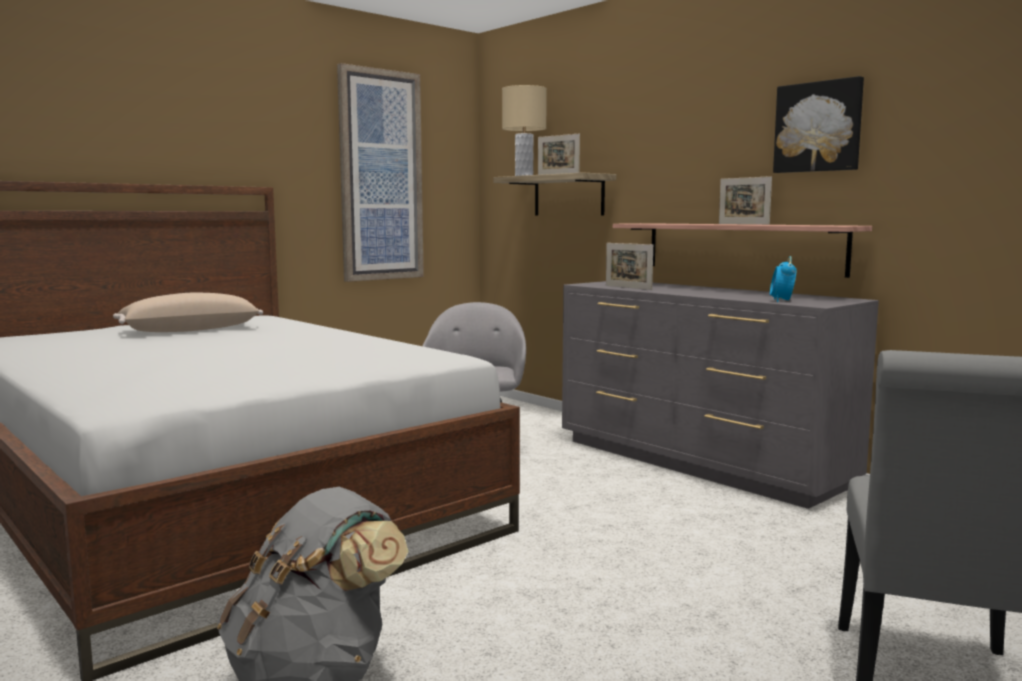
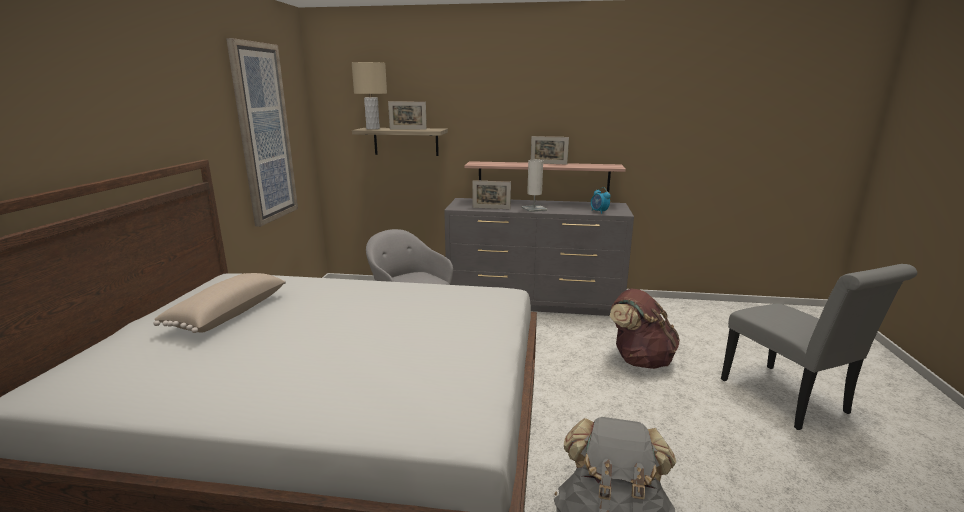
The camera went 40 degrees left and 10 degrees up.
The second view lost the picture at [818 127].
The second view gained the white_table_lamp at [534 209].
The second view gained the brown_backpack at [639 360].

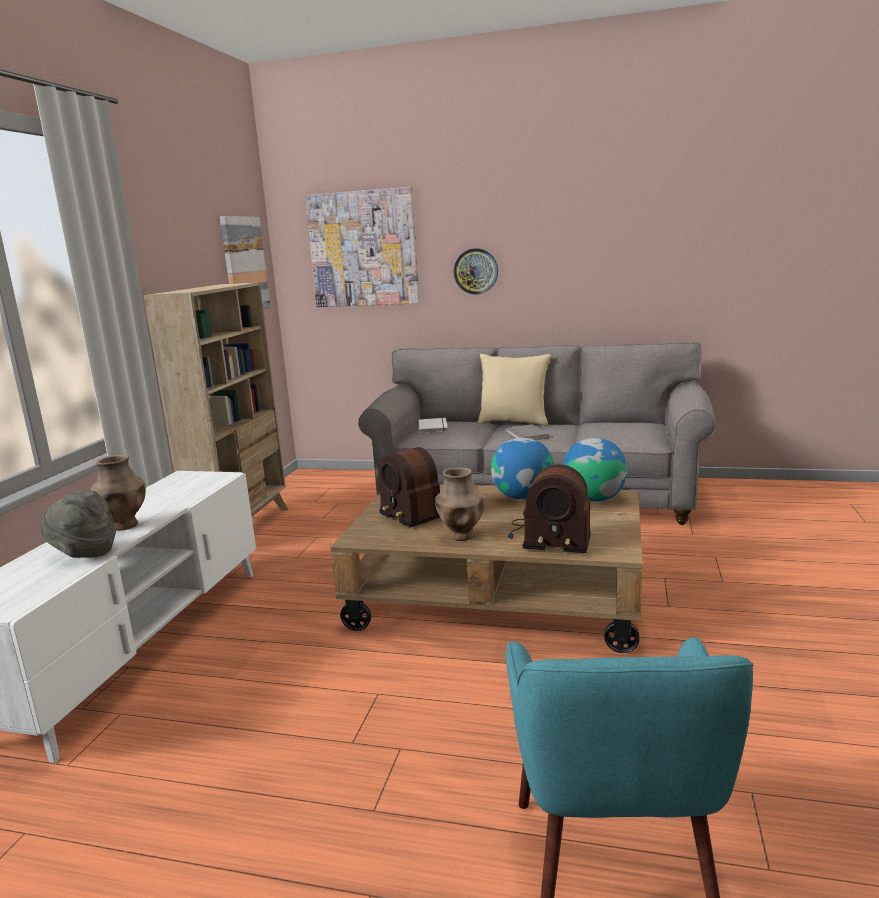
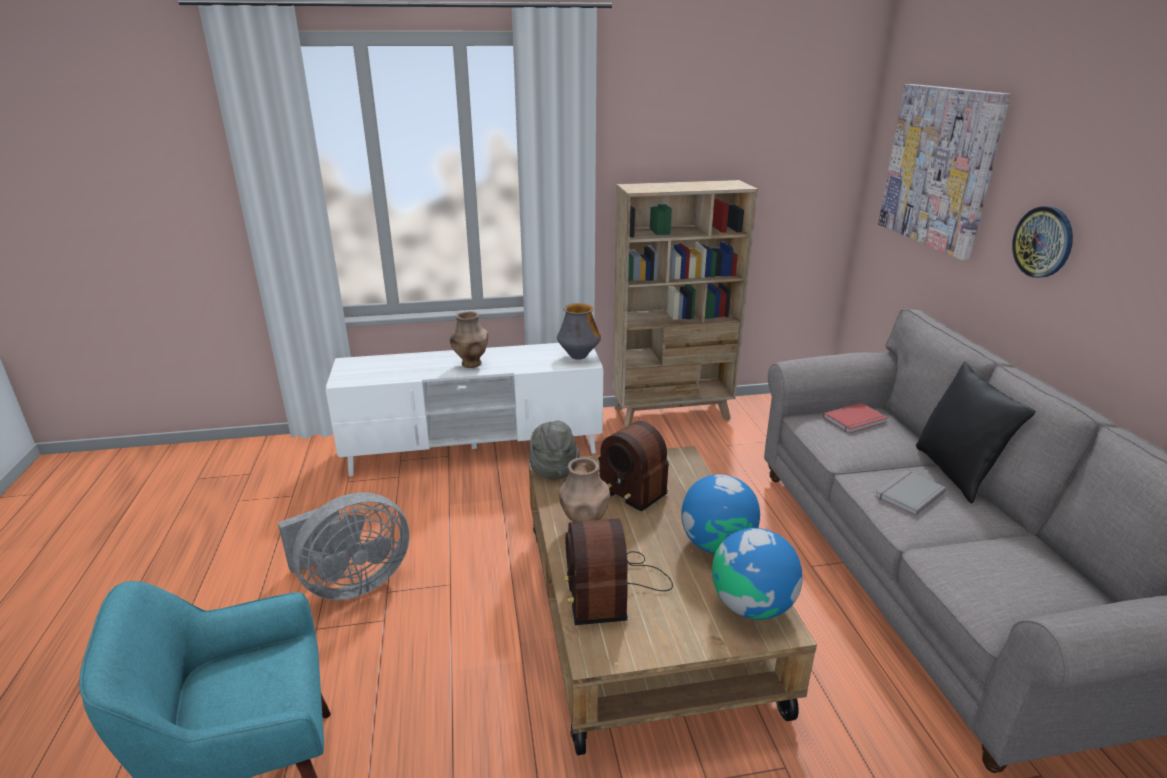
The camera went 65 degrees right and 10 degrees up.
The second view lost the picture at [244 264].
The second view gained the grey_fan at [351 583].
The second view gained the vase at [578 356].
The grey_hat ended up elsewhere, having gone from [84 553] to [553 468].
What was the white_book at [434 427] turned into the red_book at [856 420].
What was the beige_pillow at [514 422] turned into the black_pillow at [955 472].
The radio at [416 510] ended up facing another way, 75 degrees counterclockwise from before.

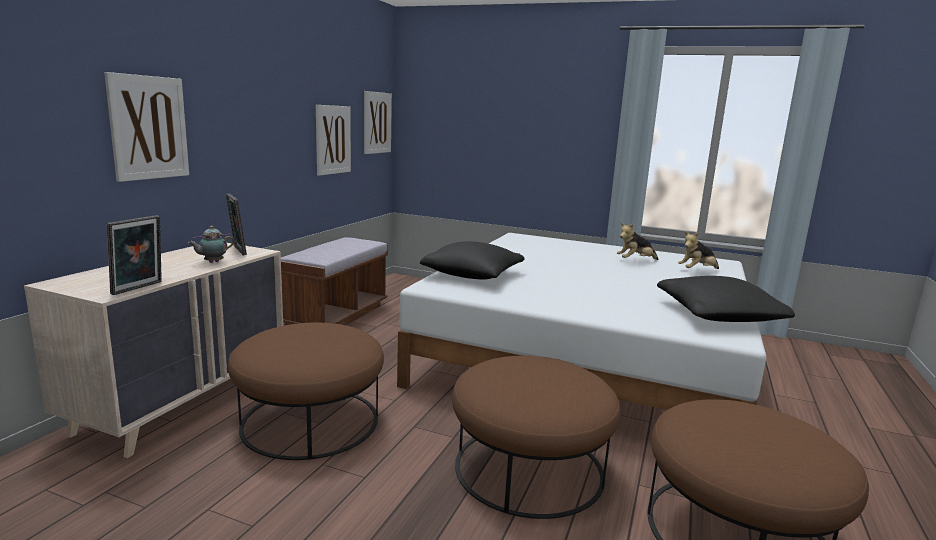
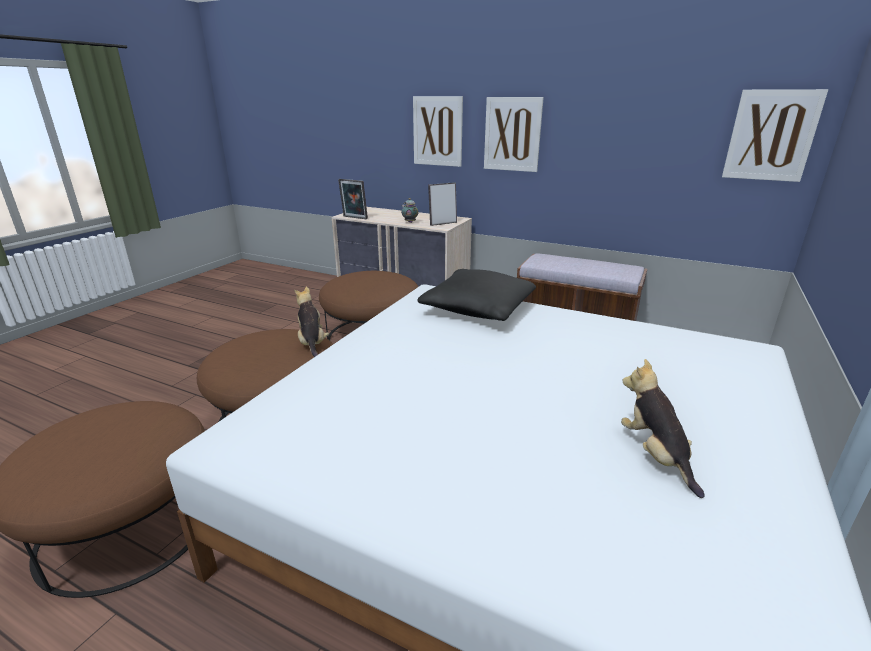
The camera went 95 degrees right and 10 degrees up.
The second view lost the black_pillow at [718 315].
The picture ended up elsewhere, having gone from [333 139] to [512 134].
The plush_toy ended up elsewhere, having gone from [697 270] to [312 343].

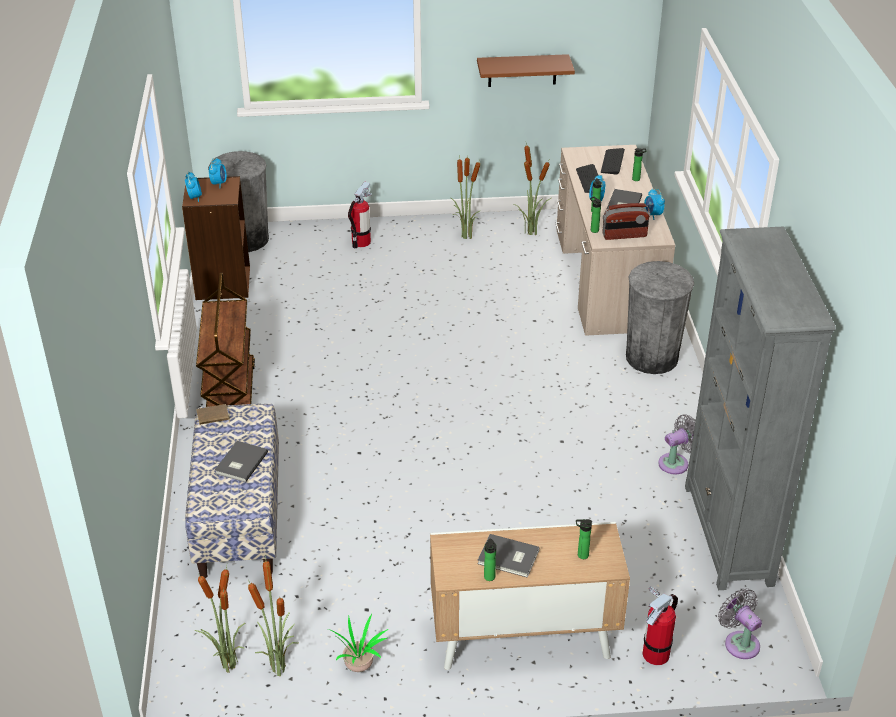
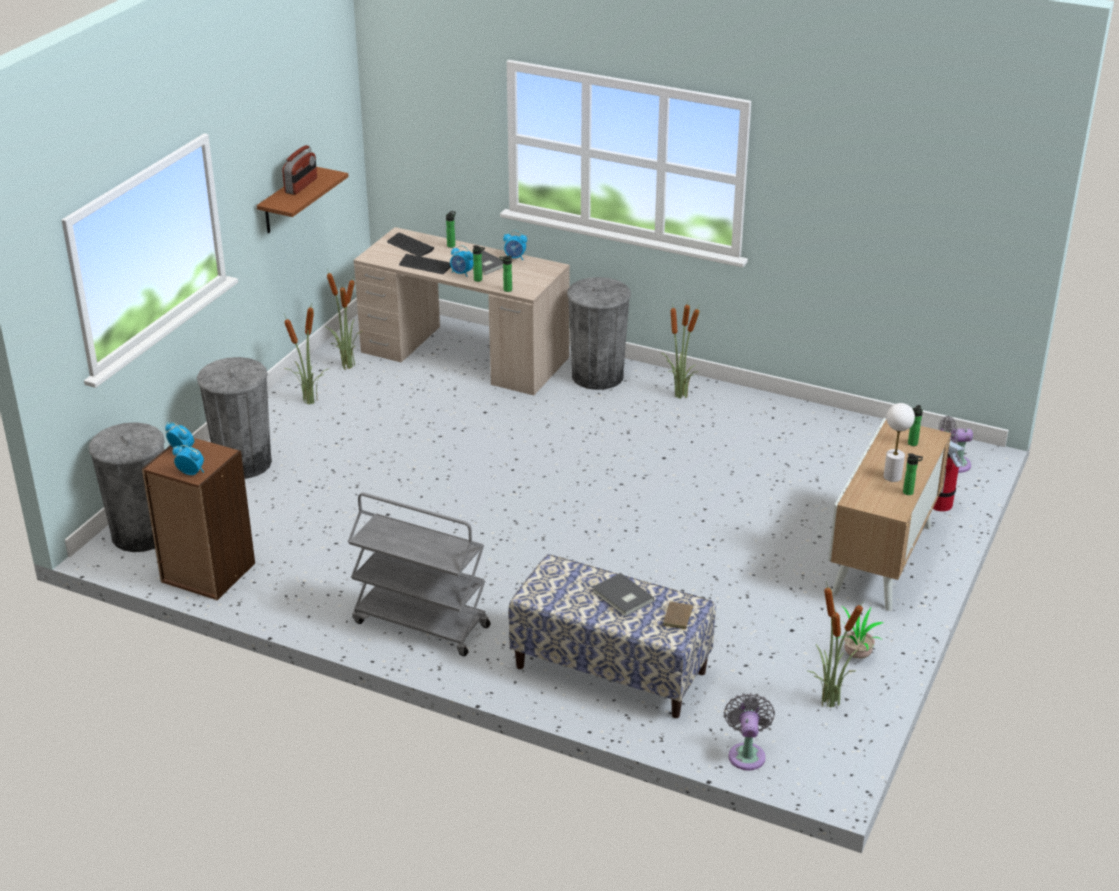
The camera went 60 degrees left and 5 degrees down.
The second view lost the grey_bookcase at [728 535].
The potted_plant ended up elsewhere, having gone from [227 665] to [679 396].
The brown_book ended up elsewhere, having gone from [213 417] to [679 617].
The radio ended up elsewhere, having gone from [624 235] to [301 186].
The grey_fan ended up elsewhere, having gone from [676 463] to [746 753].
Where the fire_extinguisher stood at [361 242], the grey_trash_can came to stand at [243 463].
Where the grey_book stood at [508 558], the white_table_lamp came to stand at [892 477].
What was the brown_cart at [230 399] turned into the grey_cart at [420 624].

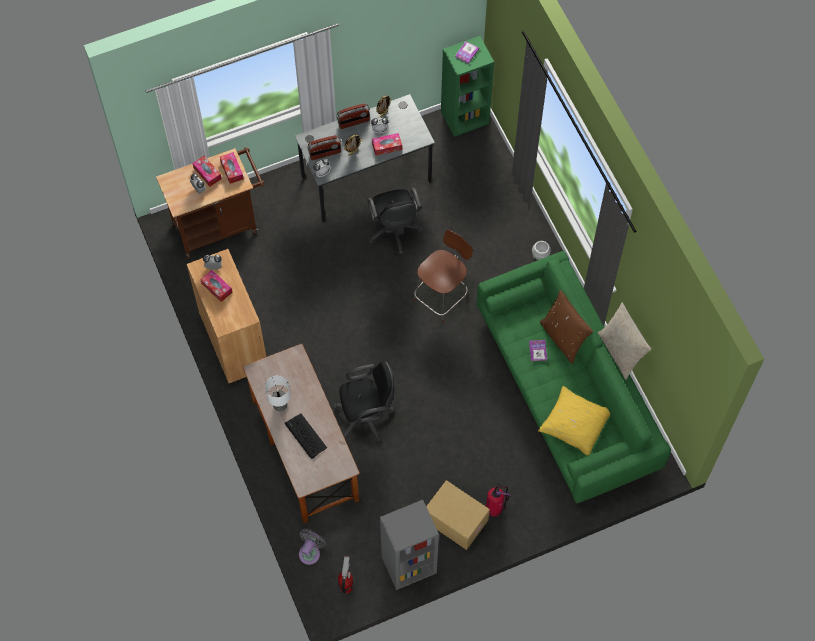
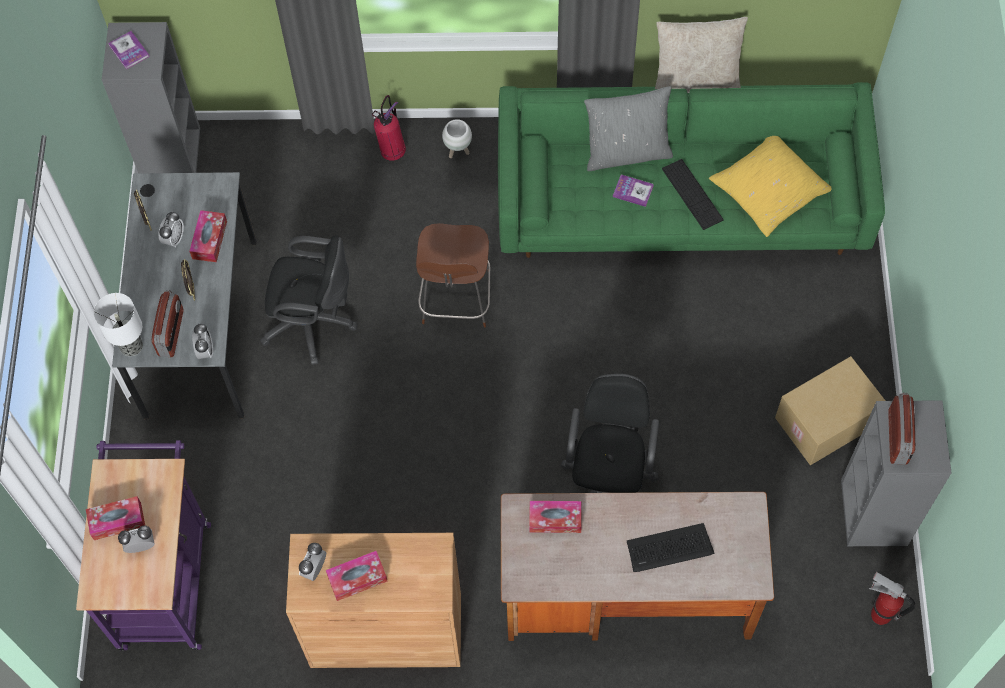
The camera went 65 degrees left and 0 degrees up.
The second view lost the grey_fan at [310 552].
The second view gained the keyboard at [692 194].
The tissue_box ended up elsewhere, having gone from [232 170] to [555 519].
The table_lamp ended up elsewhere, having gone from [280 405] to [130 346].
The radio ended up elsewhere, having gone from [353 122] to [898 437].
The fire_extinguisher ended up elsewhere, having gone from [495 508] to [392 150].
What was the brown_cart at [220 225] turned into the purple_cart at [165 576].
What was the green_bookcase at [465 117] turned into the grey_bookcase at [170 153].
What was the brown_pillow at [563 338] turned into the grey_pillow at [627 152].
The brown_chair at [442 296] ended up facing another way, 150 degrees counterclockwise from before.

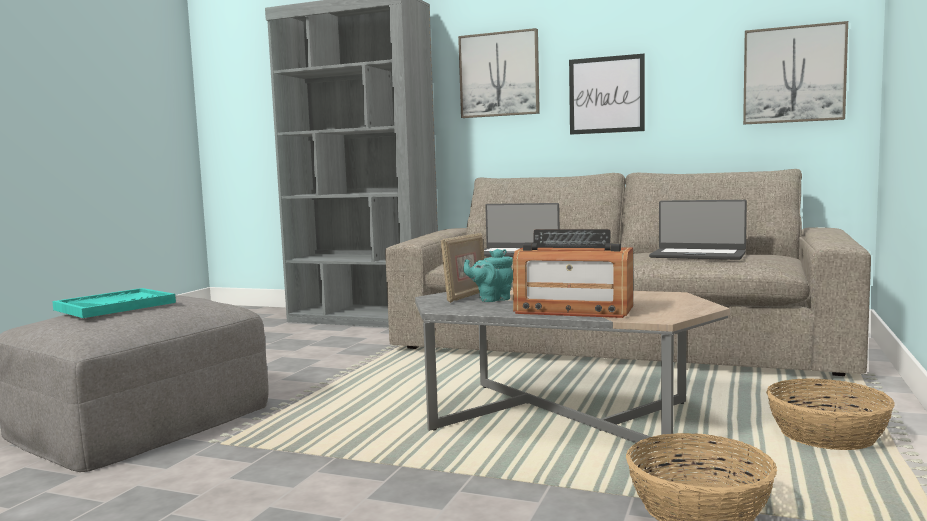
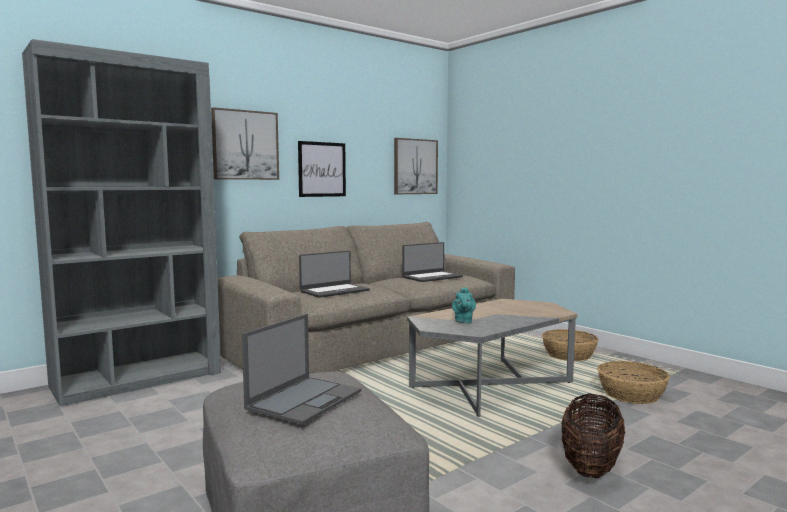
The camera went 60 degrees left and 0 degrees up.
The second view lost the picture_frame at [466 296].
The second view lost the radio at [573 310].
The second view gained the basket at [590 466].
Where the turquoise_tray stood at [115 306], the laptop came to stand at [305 399].

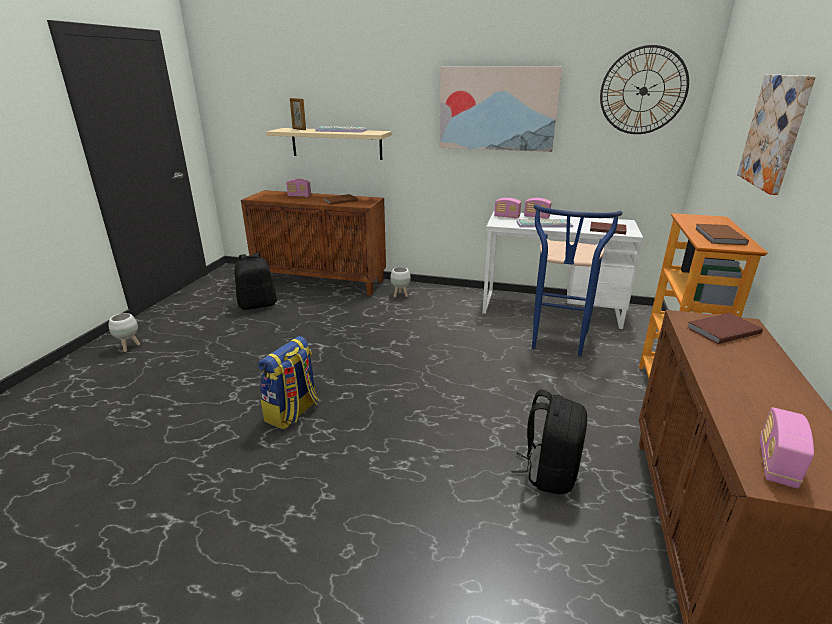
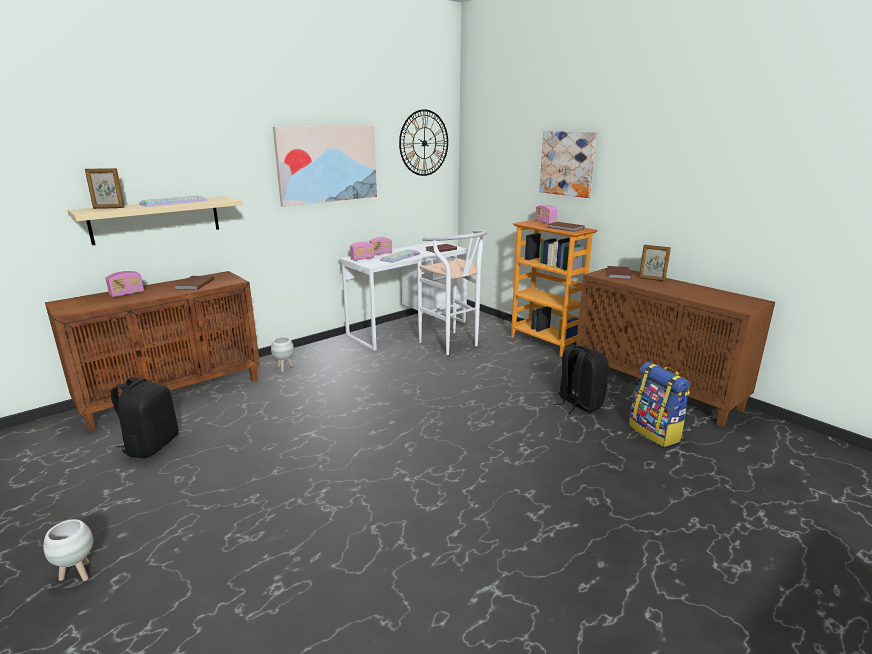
The camera went 55 degrees left and 5 degrees down.
The second view gained the picture_frame at [651 279].
The backpack ended up elsewhere, having gone from [292 413] to [655 433].
The radio ended up elsewhere, having gone from [776 464] to [545 222].
What was the blue_stool at [557 343] turned into the white_stool at [453 345].

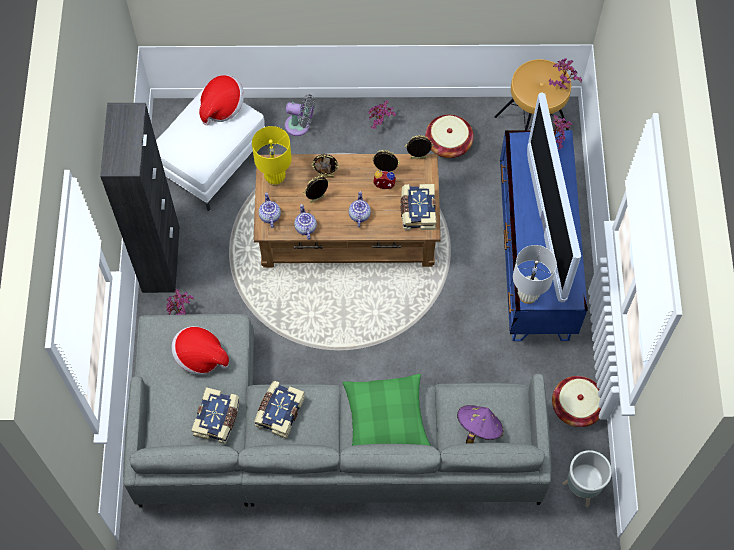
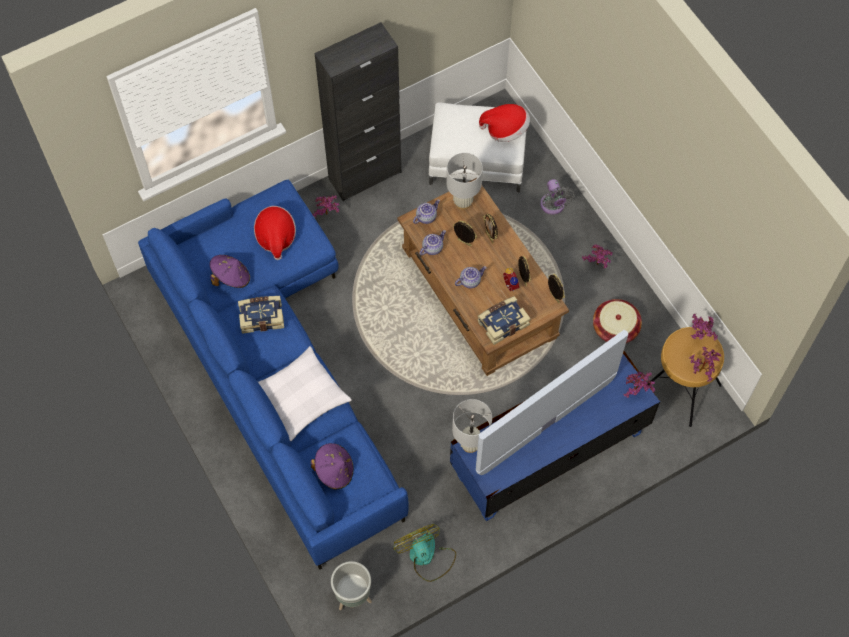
The camera went 60 degrees right and 0 degrees up.
The second view gained the potted_plant at [699 338].
Where the book stood at [218 419], the purple_hat came to stand at [231 277].
Where the basket stood at [576 407], the fan came to stand at [426 556].
What was the grey_sofa at [316 440] turned into the blue_sofa at [278 370].
What was the yellow_table_lamp at [275 178] turned into the white_table_lamp at [462 202].
What was the green_pillow at [386 419] turned into the white_pillow at [301 397].

